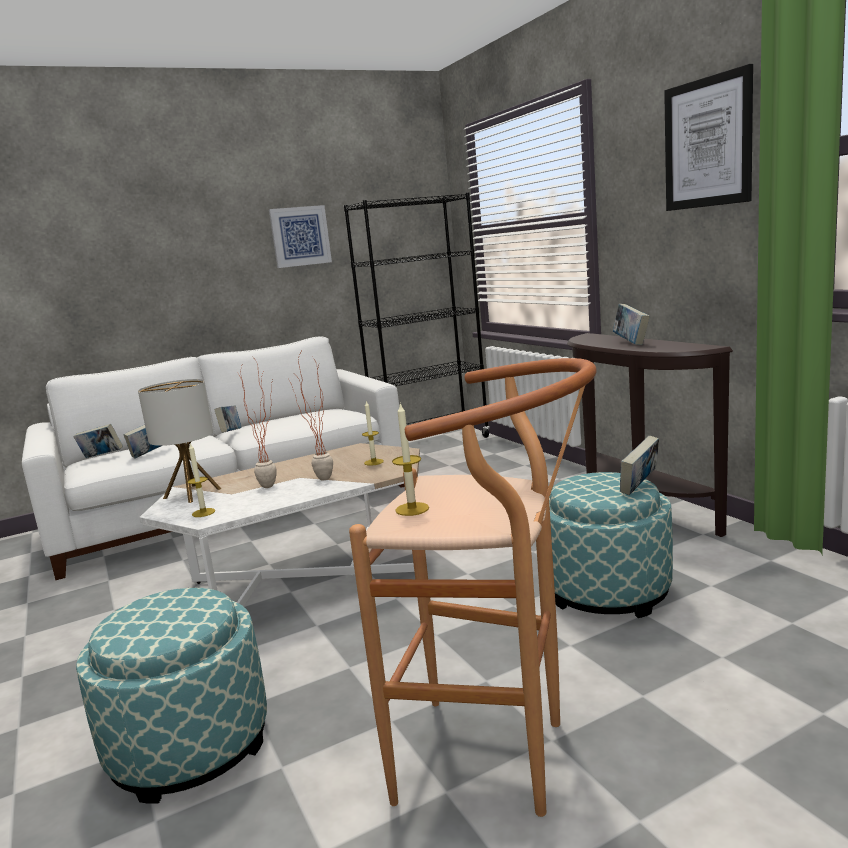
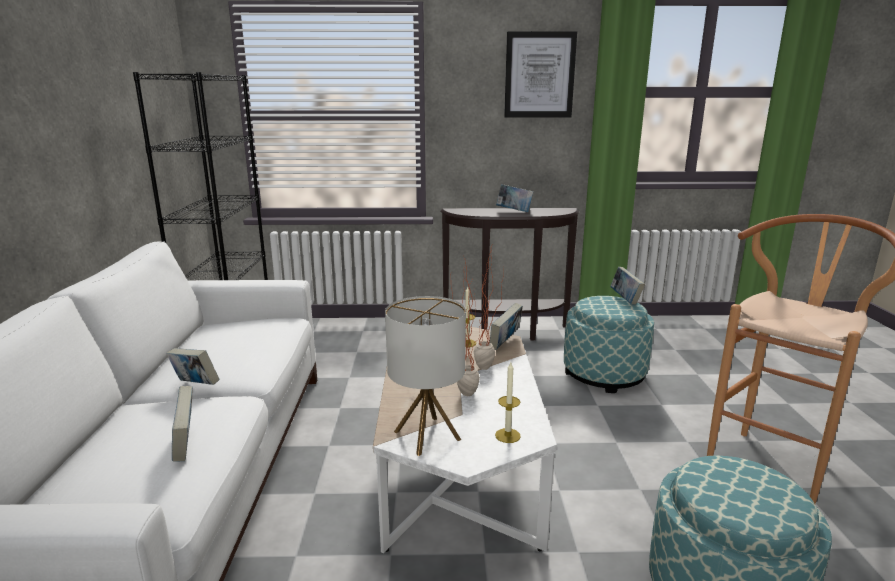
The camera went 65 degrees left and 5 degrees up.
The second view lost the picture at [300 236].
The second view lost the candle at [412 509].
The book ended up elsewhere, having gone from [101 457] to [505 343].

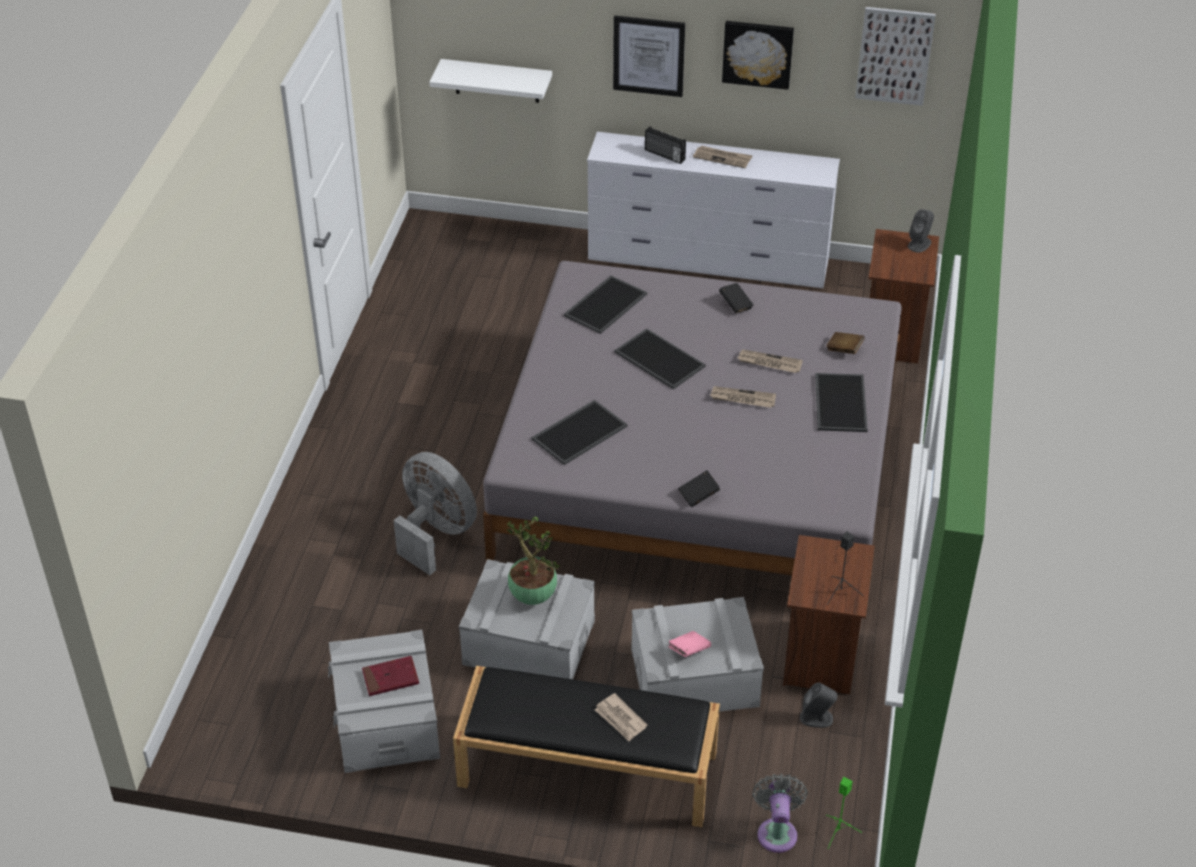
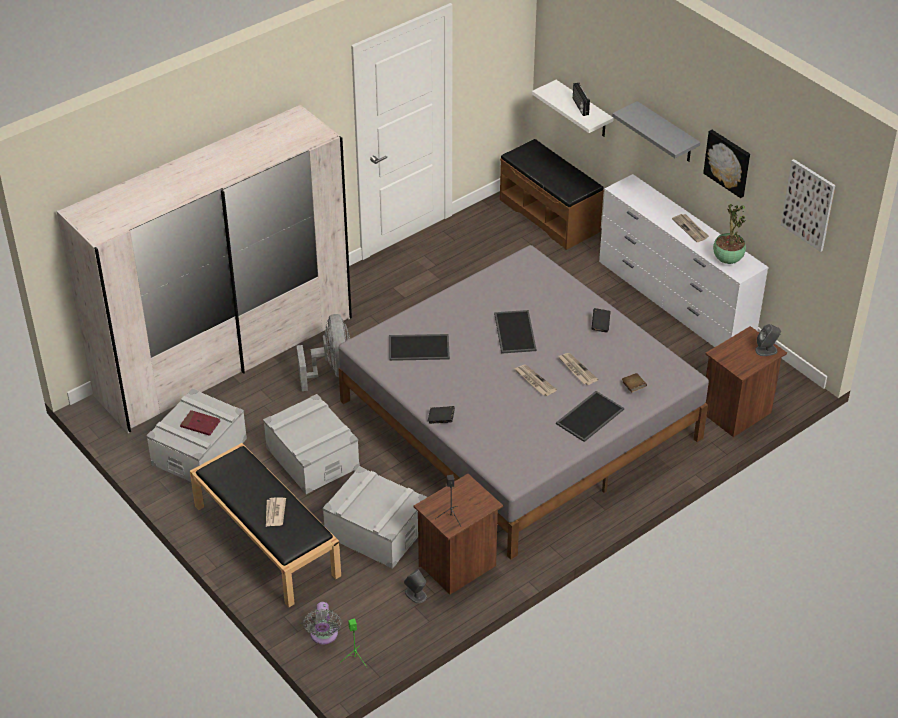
The camera went 40 degrees right and 0 degrees up.
The second view lost the tray at [605 304].
The second view lost the pink_book at [689 651].
The second view gained the white_wardrobe at [226 356].
The second view gained the brown_bench at [550 215].
The potted_plant ended up elsewhere, having gone from [531 596] to [727 259].
The radio ended up elsewhere, having gone from [664 155] to [580 106].
Where the picture hung at [648 55], the grey_shelf came to hang at [667 133].
The grey_fan at [777 831] ended up facing another way, 135 degrees clockwise from before.

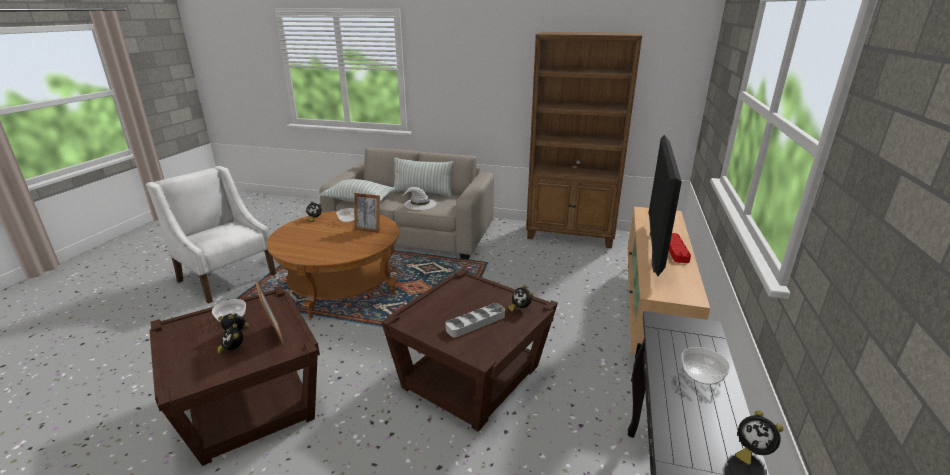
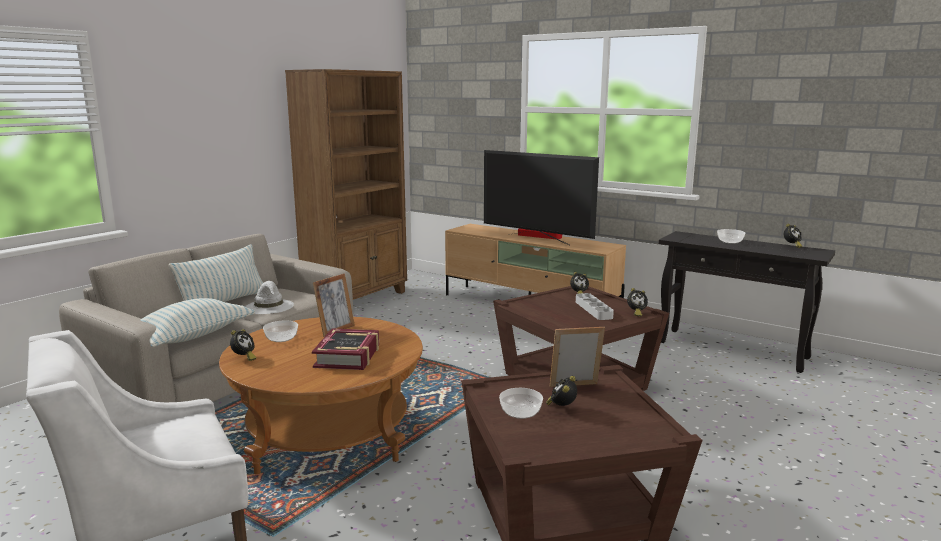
The camera went 70 degrees left and 10 degrees down.
The second view gained the book at [348 356].
The alarm_clock ended up elsewhere, having gone from [233 350] to [636 313].

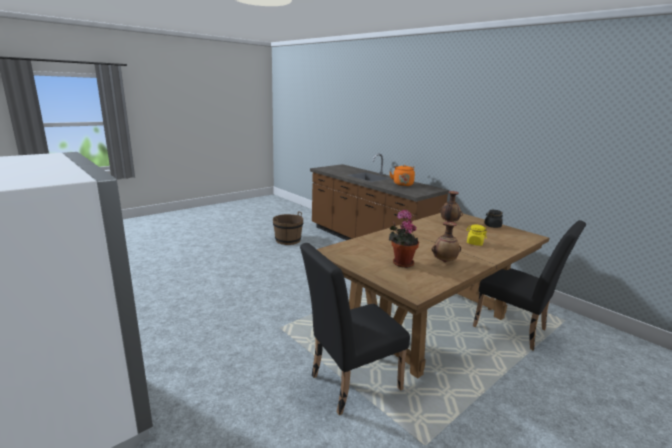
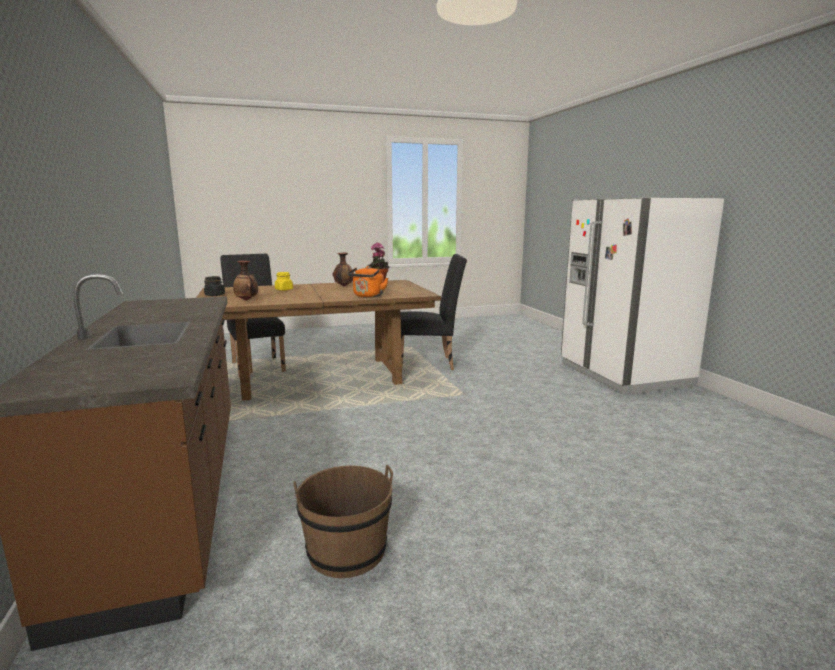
The camera went 155 degrees left and 5 degrees down.
The orange_kettle ended up elsewhere, having gone from [402 184] to [368 296].

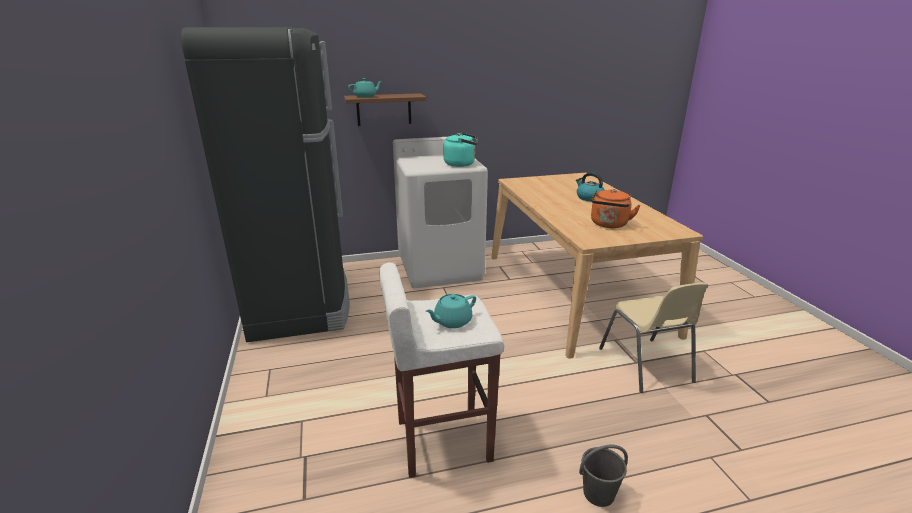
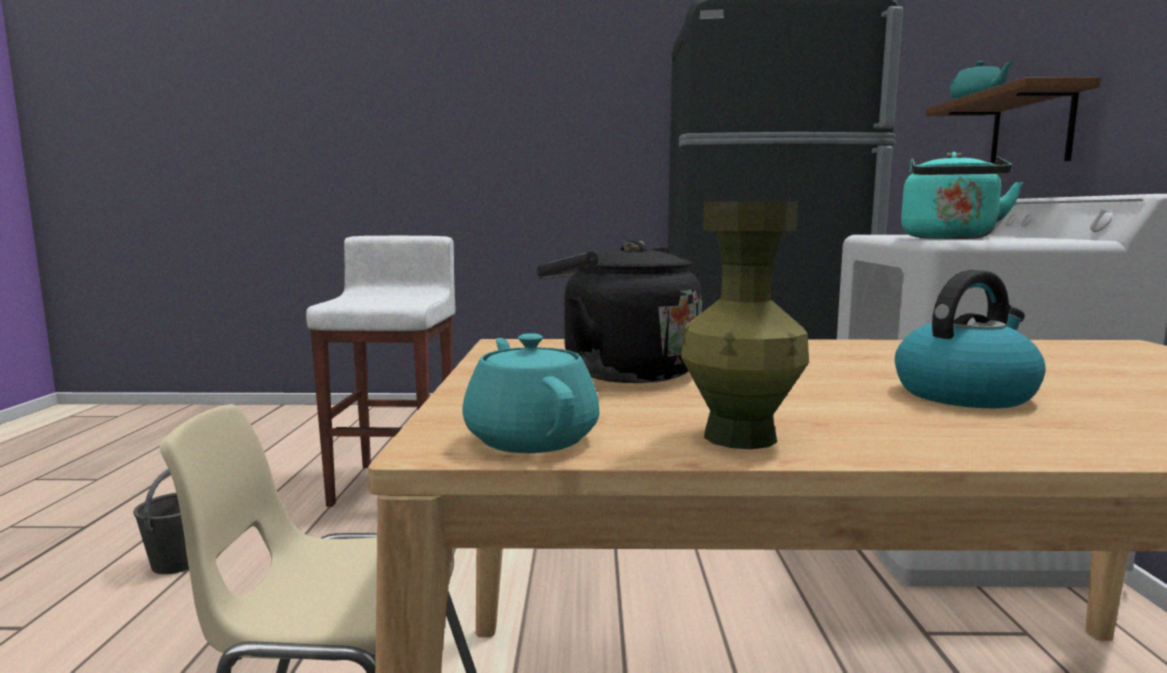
The camera went 105 degrees right and 15 degrees down.
The second view gained the green_vase at [739 436].
The turquoise_teapot ended up elsewhere, having gone from [452 321] to [531 437].
What was the orange_kettle at [609 225] turned into the black_kettle at [621 372].

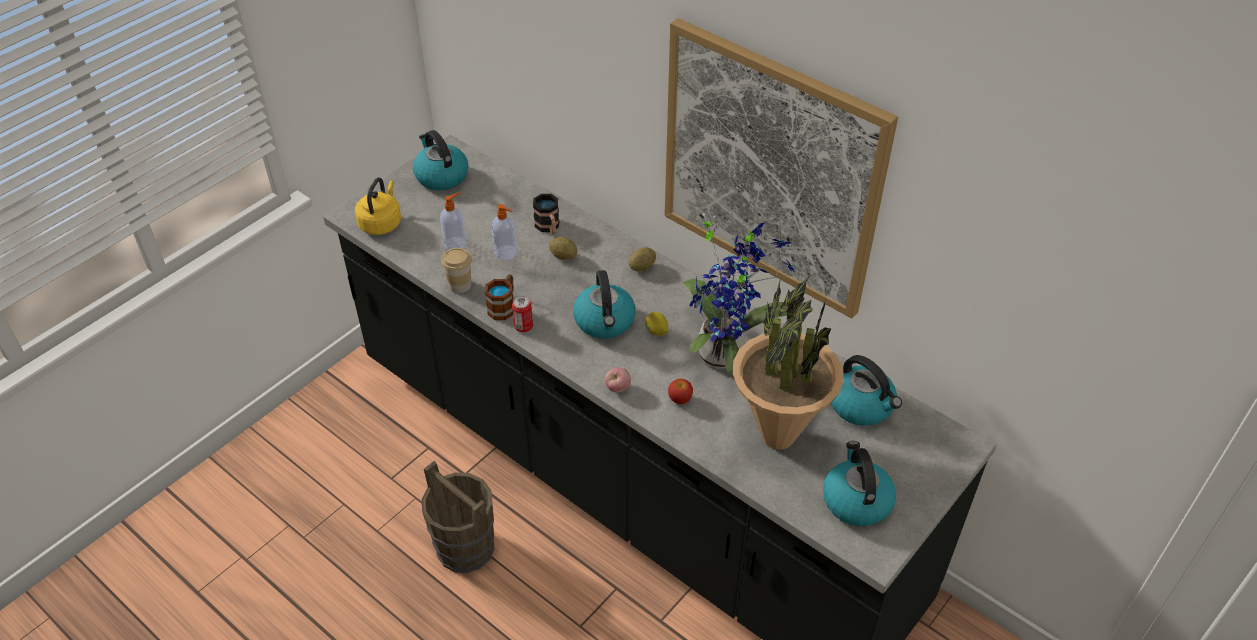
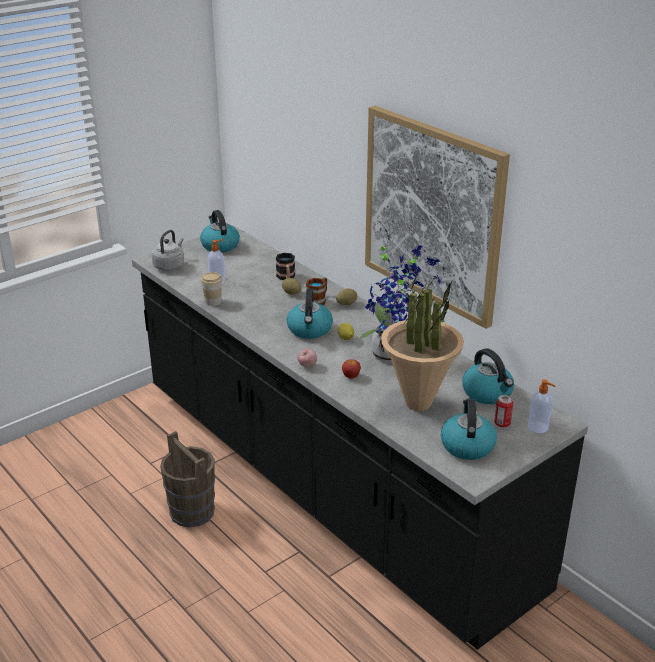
The camera went 10 degrees right and 15 degrees down.
The mug ended up elsewhere, having gone from [503 306] to [318 300].
The soap_dispenser ended up elsewhere, having gone from [506 253] to [538 427].
The can ended up elsewhere, having gone from [523 327] to [502 424].
What was the yellow_kettle at [381 223] turned into the grey_kettle at [170 265].

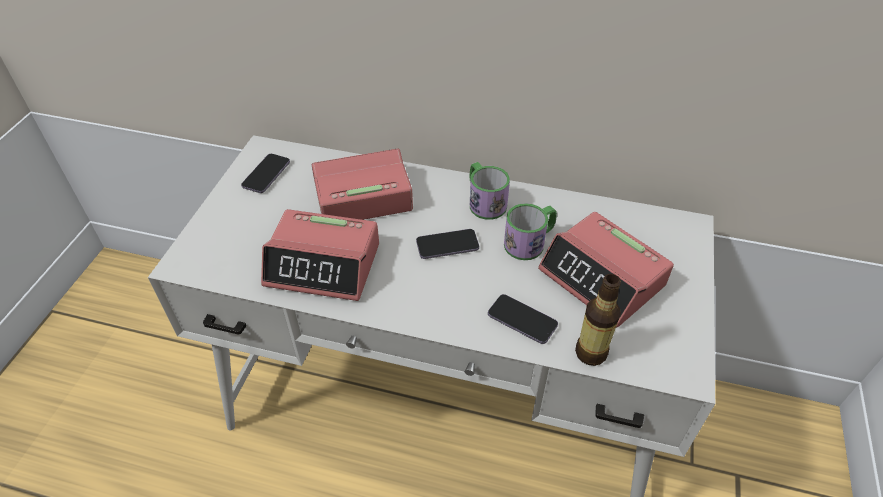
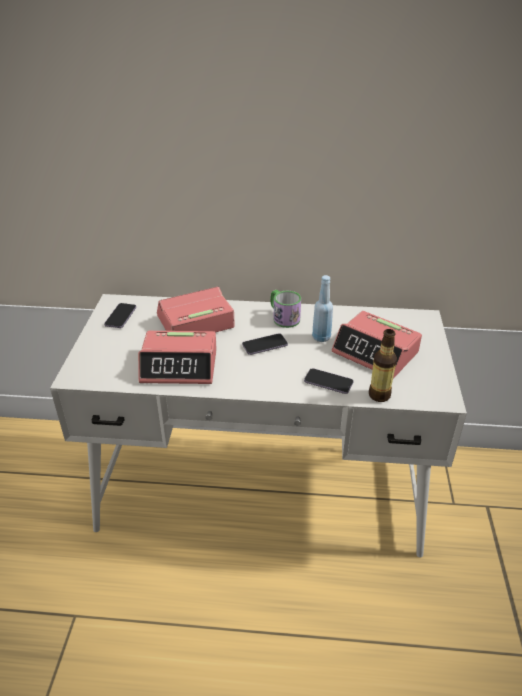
The camera went 10 degrees left and 10 degrees down.
Where the mug stood at [530 242], the blue_bottle came to stand at [321 337].

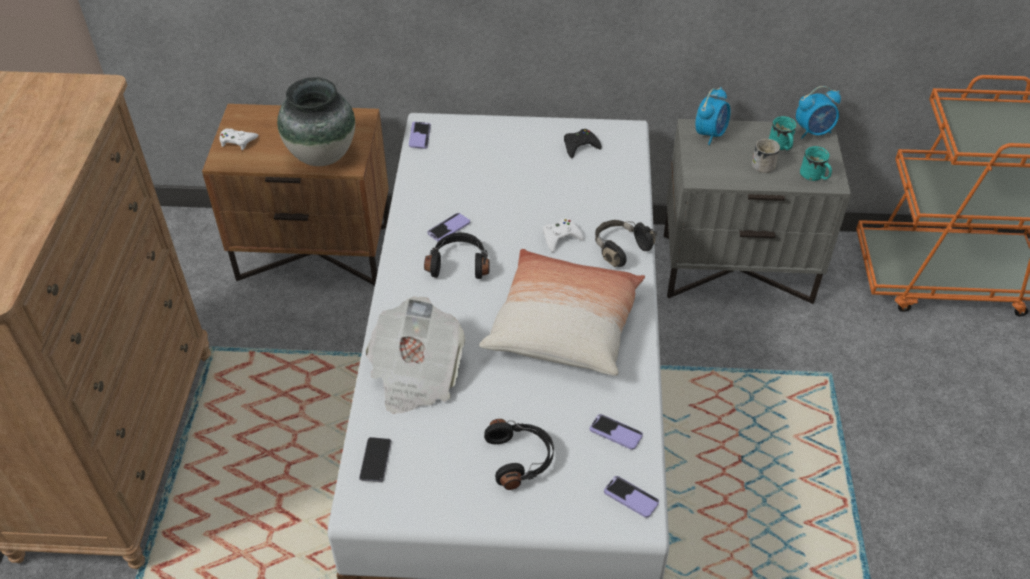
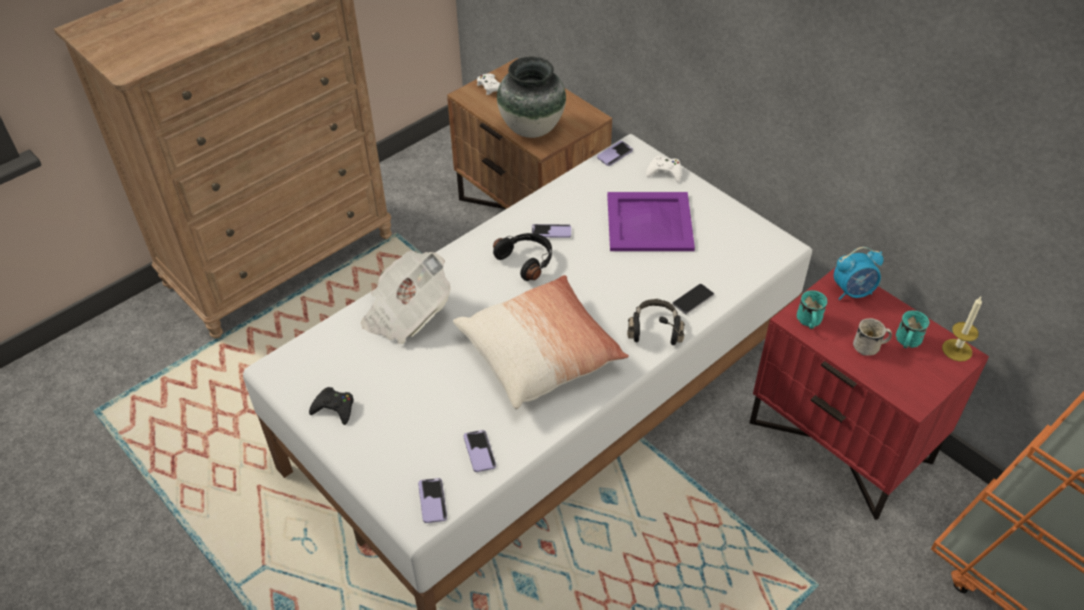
The camera went 45 degrees right and 0 degrees up.
The second view lost the black_headphones at [521 458].
The second view gained the purple_tray at [648 221].
The phone ended up elsewhere, having gone from [375 460] to [693 299].
The white_game_controller ended up elsewhere, having gone from [561 237] to [664 172].
The black_game_controller ended up elsewhere, having gone from [580 146] to [334 408].
The turquoise_mug ended up elsewhere, having gone from [814 176] to [808 322].
Where the alarm_clock stood at [813 132], the candle came to stand at [957 350].
What was the grey_nightstand at [737 266] turned into the red_nightstand at [841 441].

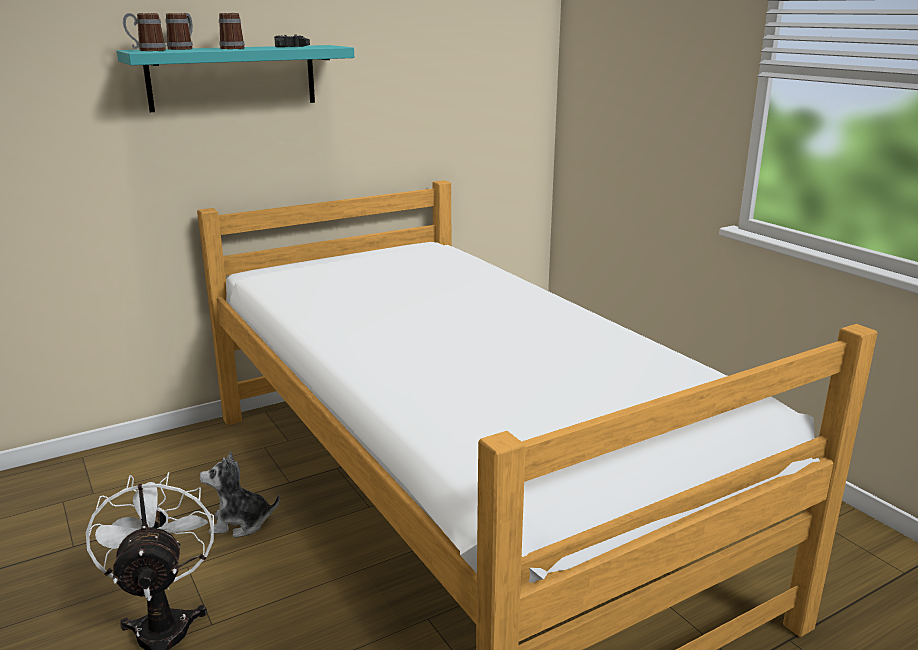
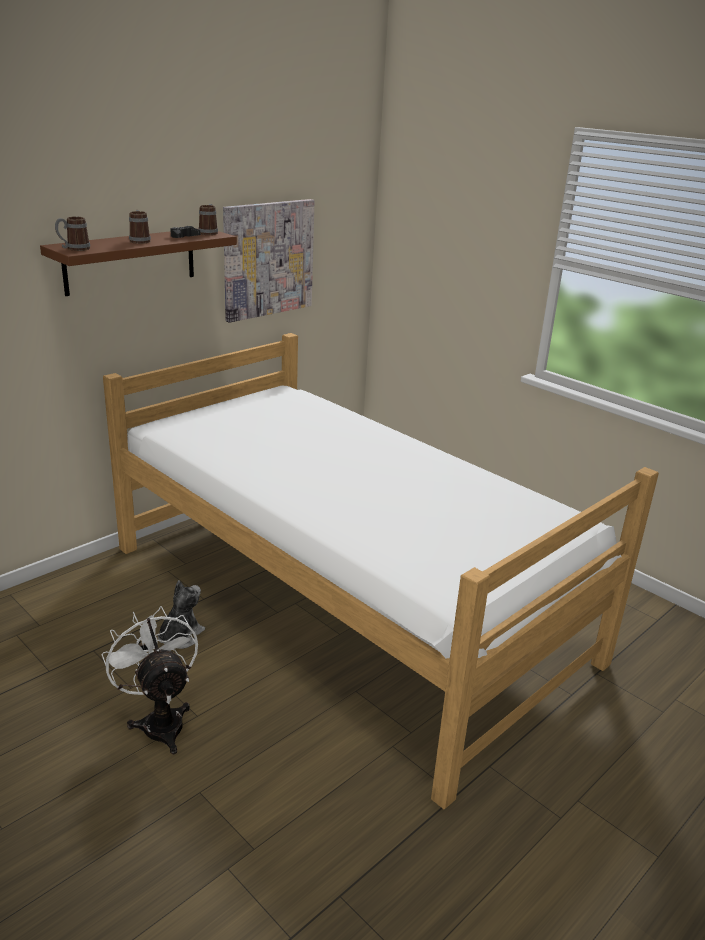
The camera went 15 degrees left and 5 degrees up.
The second view gained the picture at [268 259].
The mug ended up elsewhere, having gone from [183 48] to [209 232].
What was the turquoise_shelf at [233 77] turned into the brown_shelf at [130 261].
The plush_toy at [240 523] ended up facing another way, 135 degrees clockwise from before.

